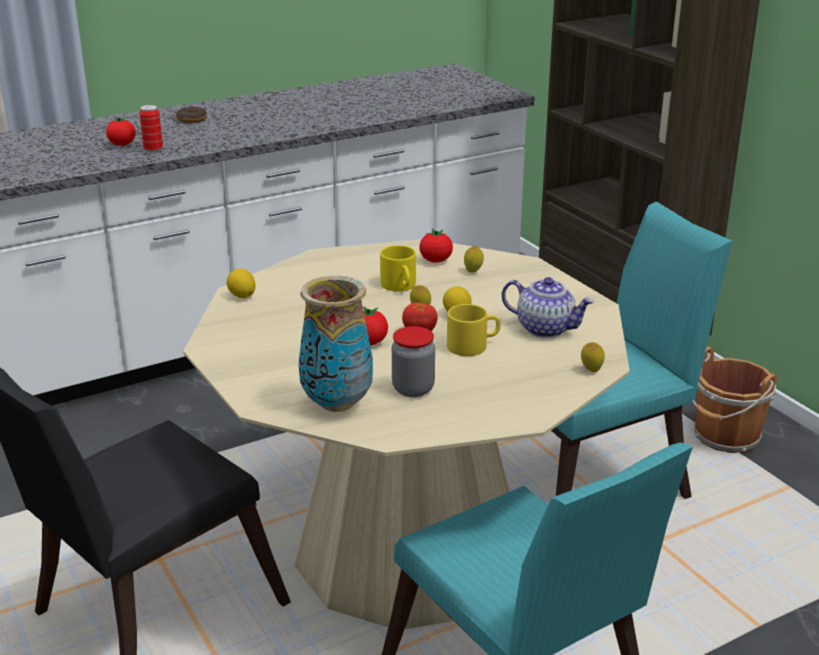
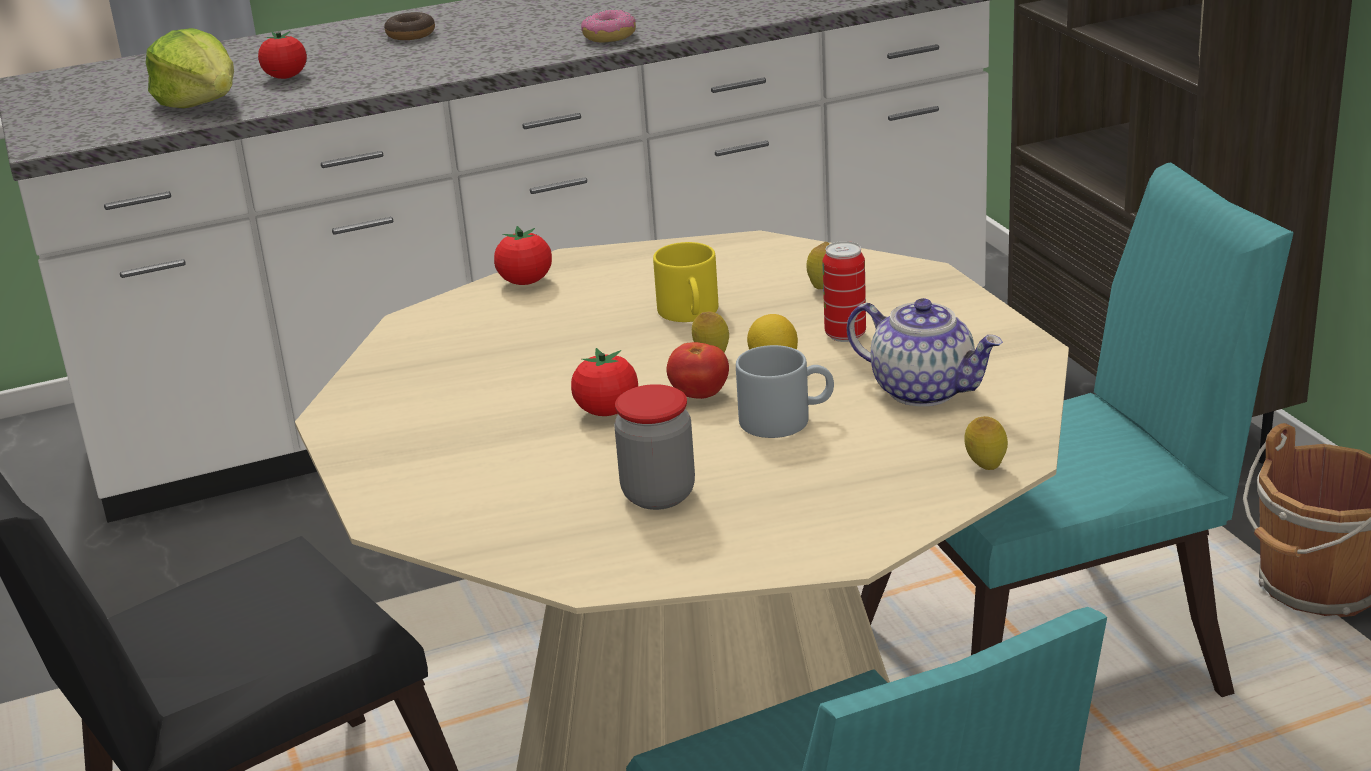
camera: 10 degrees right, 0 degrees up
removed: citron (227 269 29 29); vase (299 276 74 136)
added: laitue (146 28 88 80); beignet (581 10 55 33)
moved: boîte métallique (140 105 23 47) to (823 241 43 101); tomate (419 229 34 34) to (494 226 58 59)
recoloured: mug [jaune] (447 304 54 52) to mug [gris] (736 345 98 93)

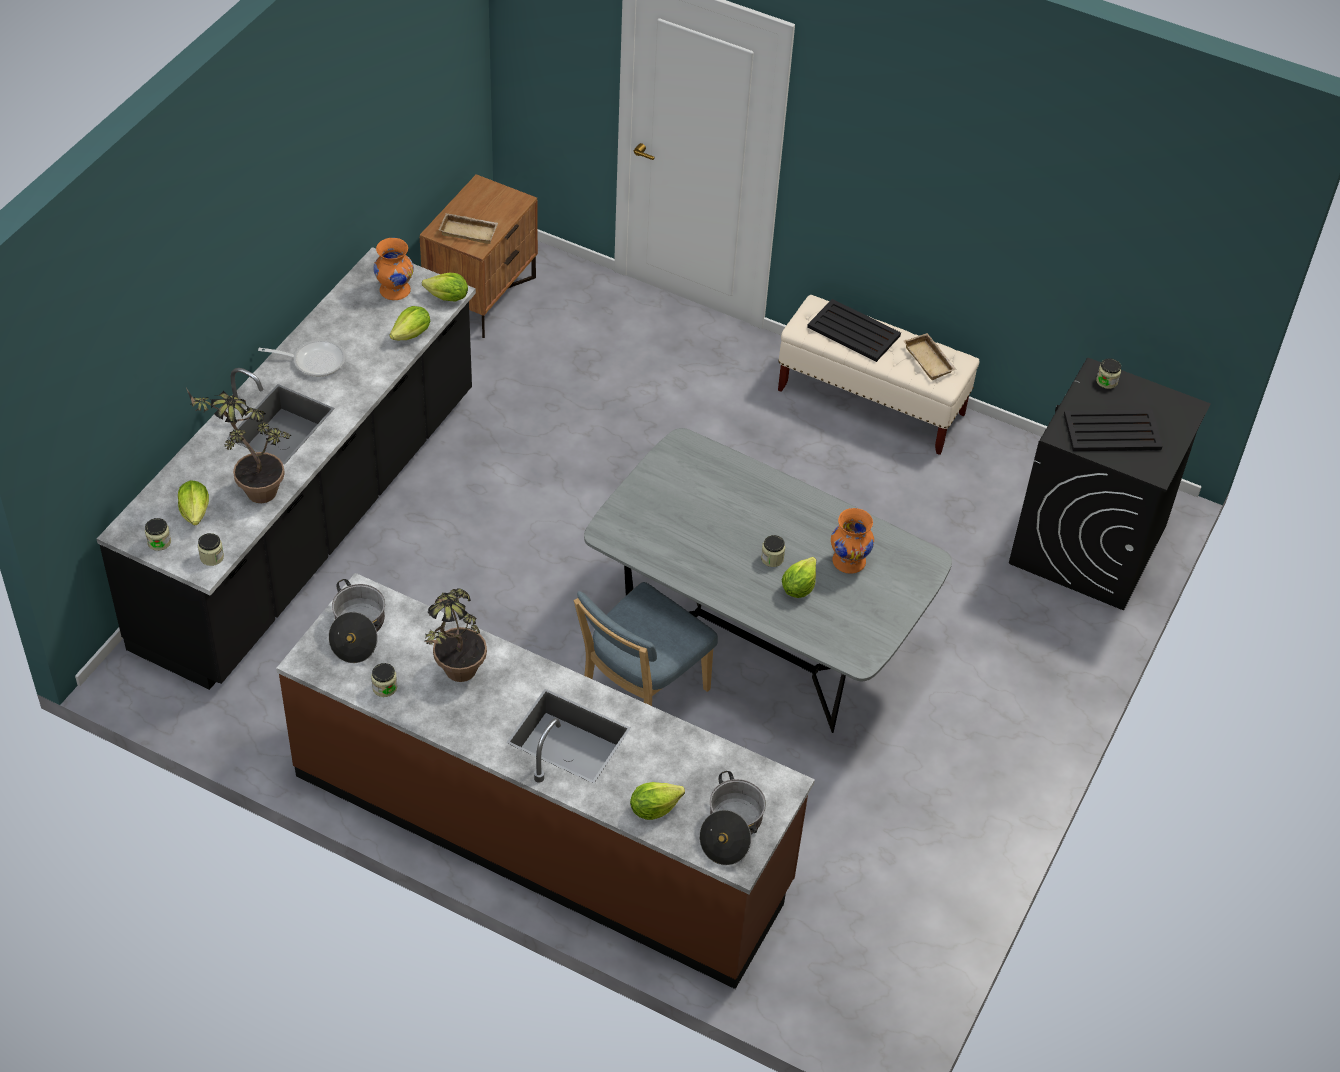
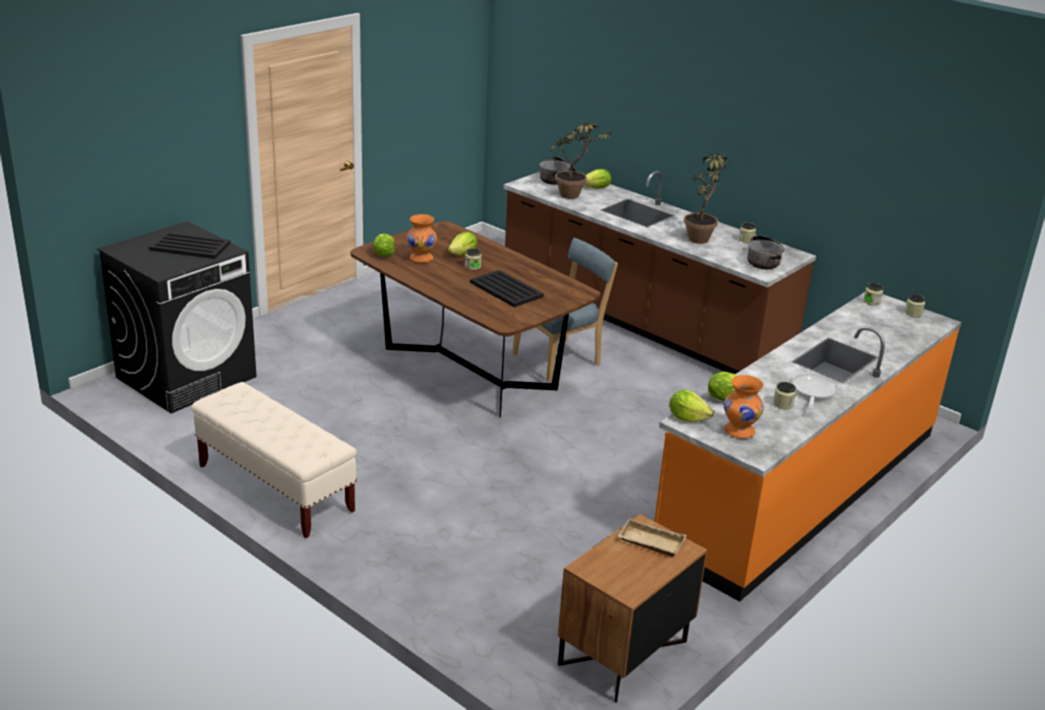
camera: 165 degrees left, 20 degrees down
removed: plateau [beige] (904 333 53 47)
moved: laitue (178 481 31 45) to (373 234 22 23); plante en pot (186 388 105 115) to (550 123 63 76); plateau [noir] (807 299 94 63) to (470 270 74 37); bocal (1096 358 25 31) to (773 382 23 28)
recoloured: comptoir de cuisine [noir] (97 247 379 443) to comptoir de cuisine [orange] (654 292 307 310); table à manger [gris] (584 428 368 305) to table à manger [marron] (351 221 249 196)
turned: poêle (258 339 87 38) = (792 374 47 35) 90 degrees clockwise

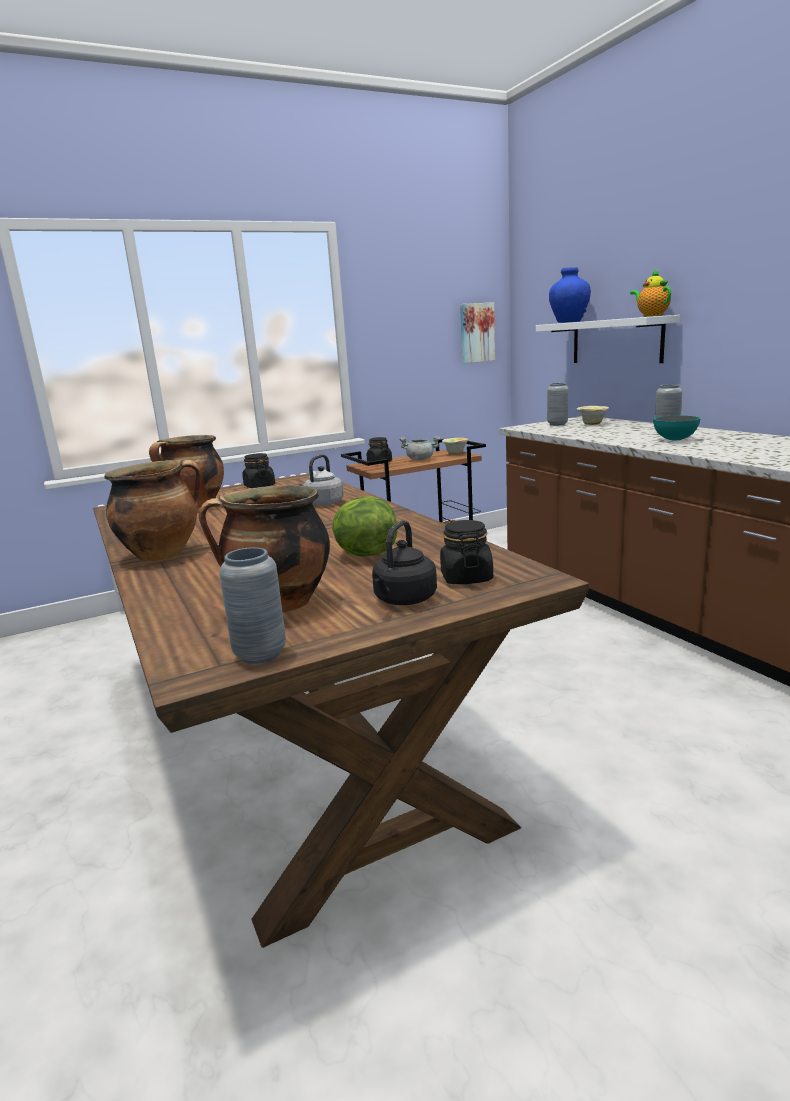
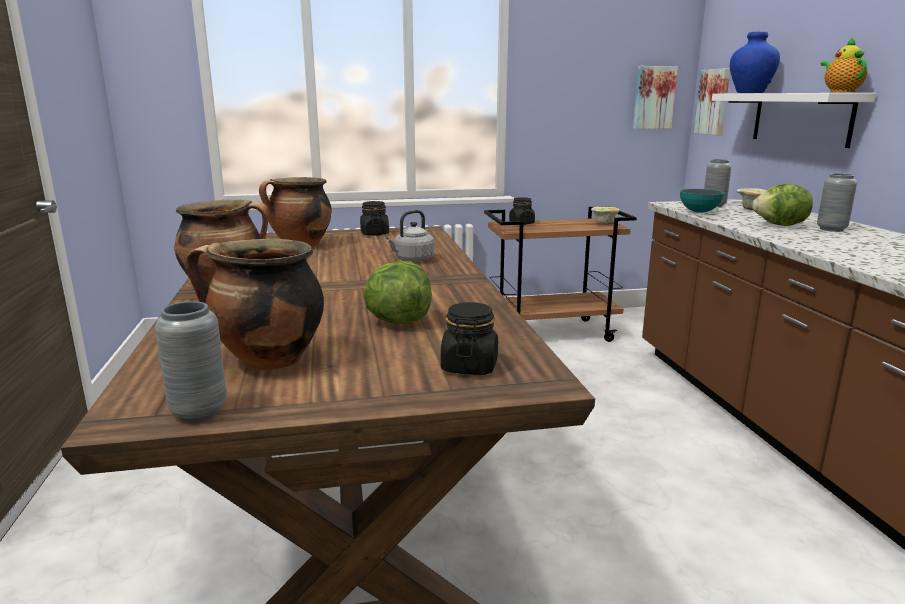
camera: 15 degrees right, 0 degrees up
removed: bouilloire [noir] (372 520 65 85); marmite [gris] (399 436 41 24)
added: tableau (694 68 36 67); laitue (752 184 61 42)
moved: bol (653 415 48 25) to (680 189 44 24)

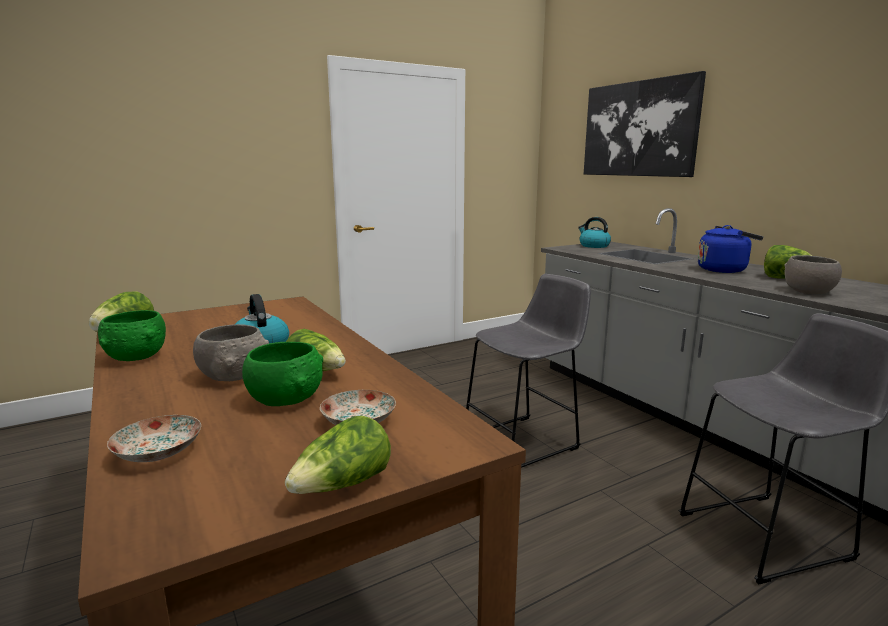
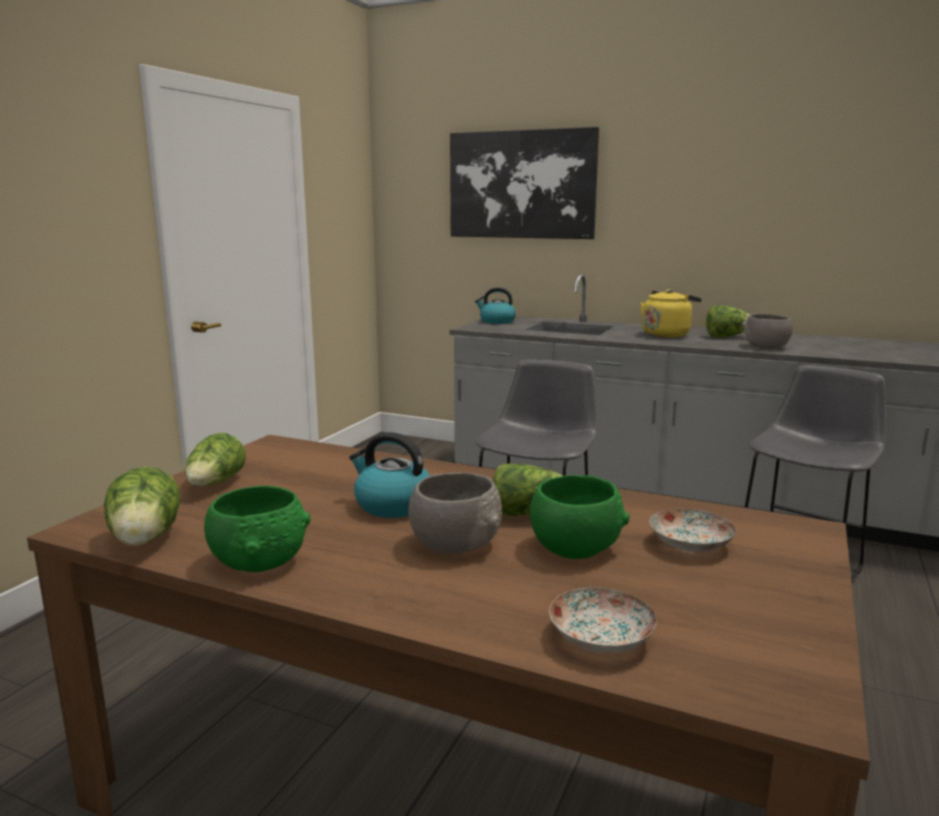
camera: 35 degrees left, 0 degrees up
moved: laitue (285 416 106 78) to (185 433 61 53)
recoloured: bouilloire [bleu] (698 225 66 48) to bouilloire [jaune] (640 289 62 49)

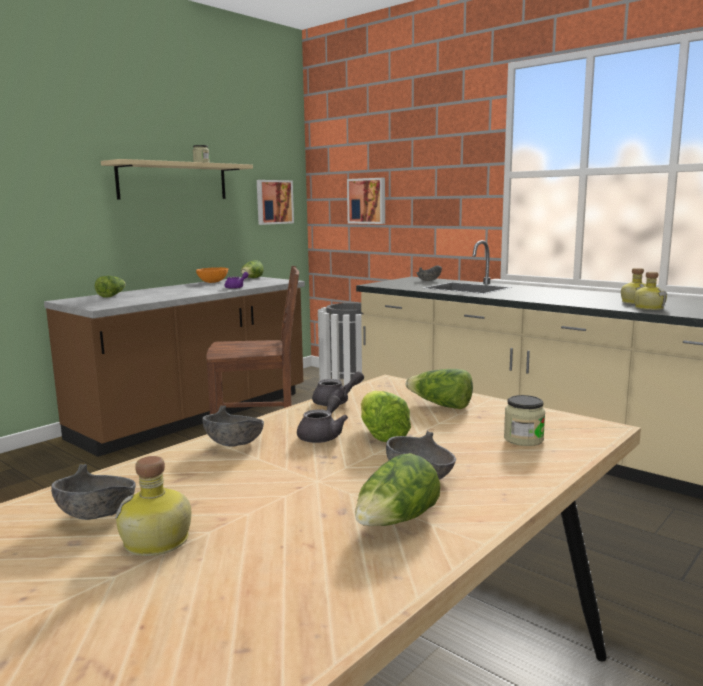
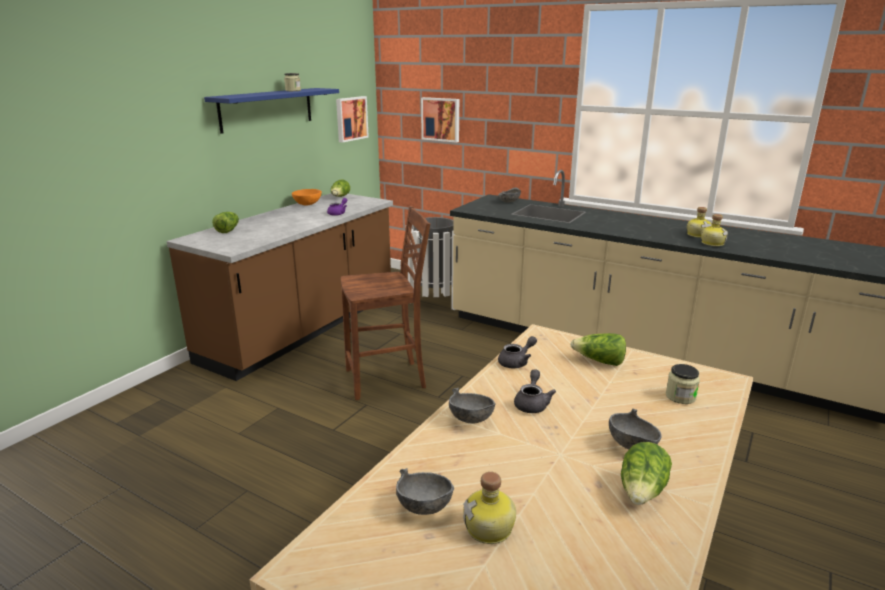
camera: 10 degrees left, 10 degrees up
removed: laitue (361 391 50 51)
recoloured: étagère [beige] (101 159 152 40) to étagère [bleu] (204 88 135 46)

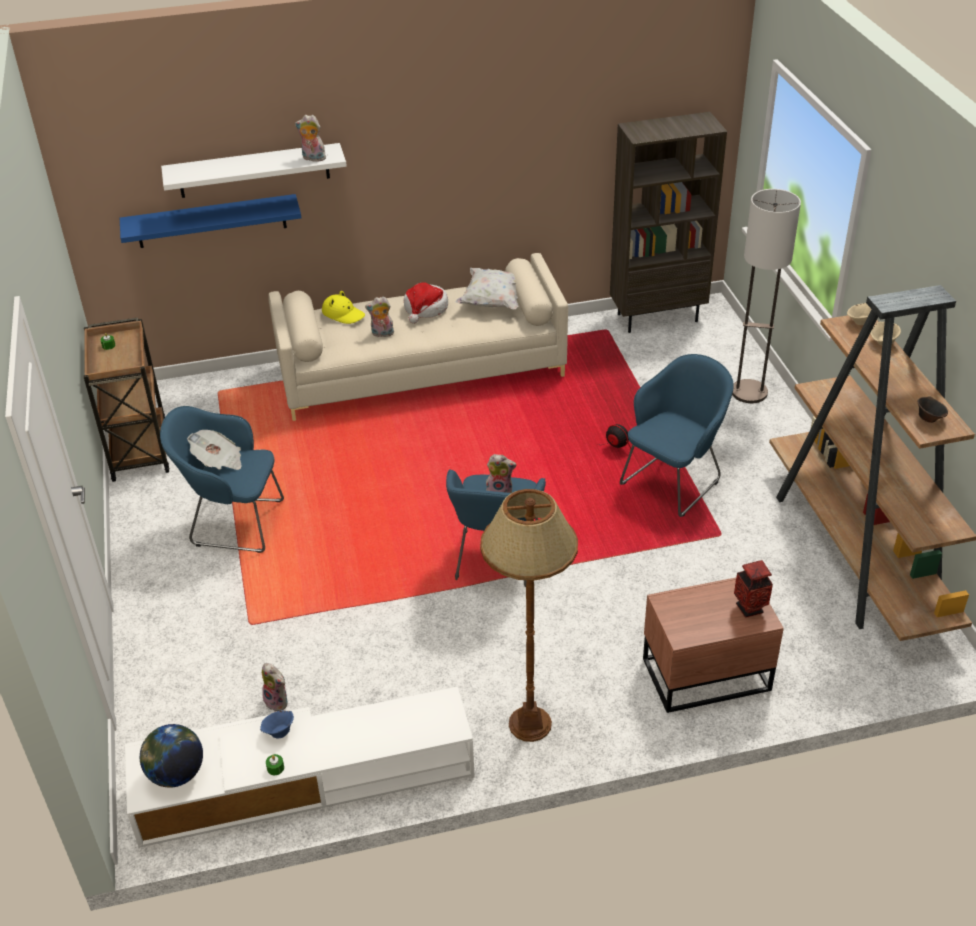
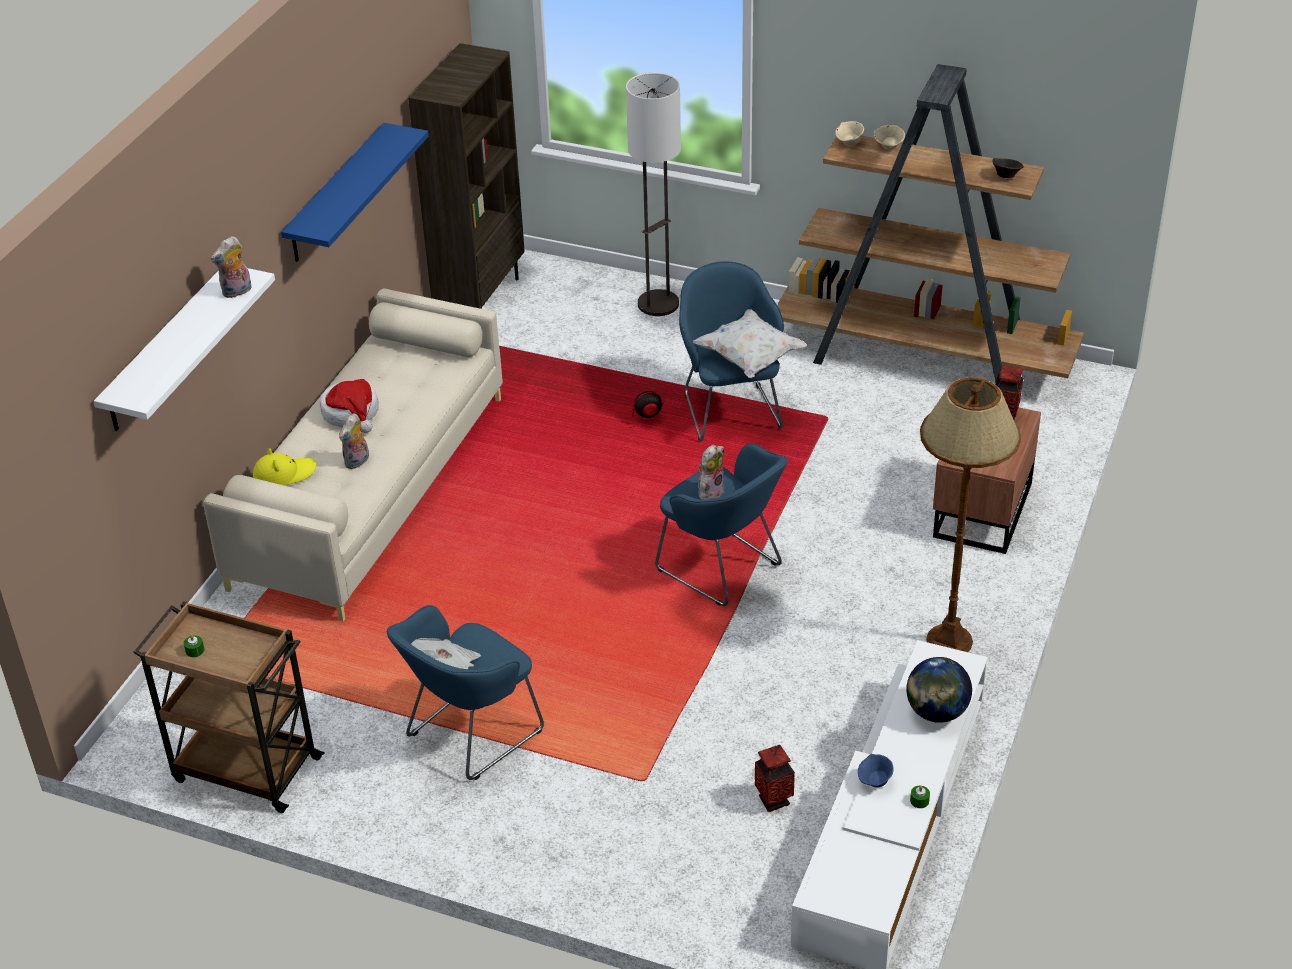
camera: 55 degrees left, 0 degrees up
moved: étagère [bleu] (120 194 181 54) to (281 123 148 139); globe (140 724 63 63) to (906 657 66 66); coussin [blanc] (455 268 63 41) to (693 309 114 69)
replaced: peluche (260 663 28 49) to vase (755 745 40 67)

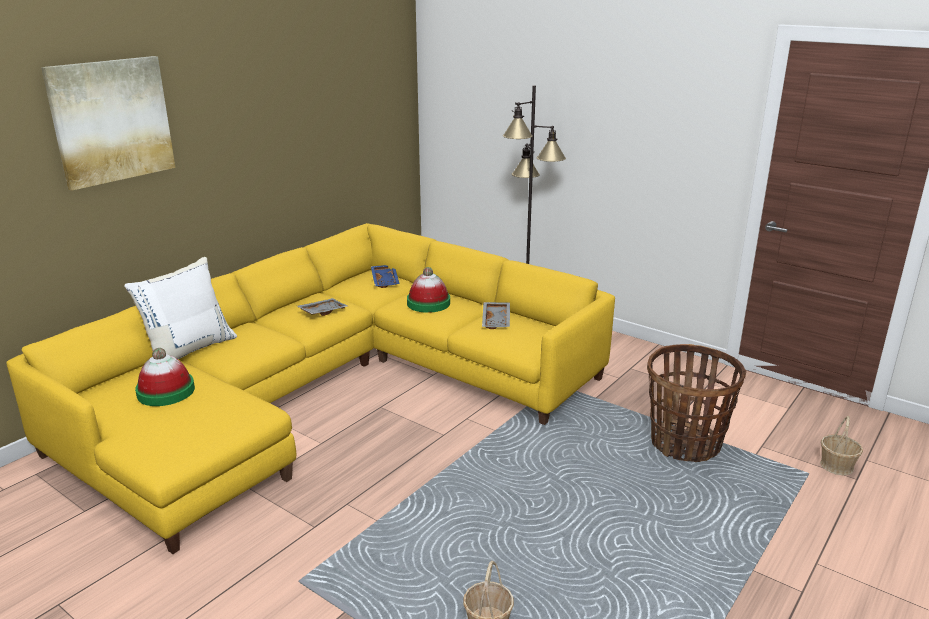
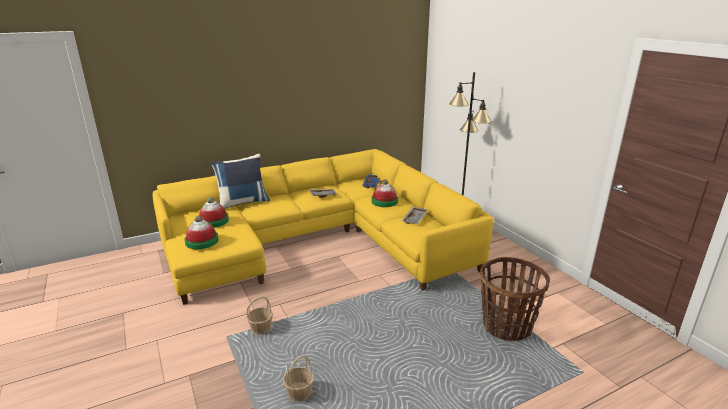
camera: 25 degrees right, 0 degrees up
removed: tableau (41 56 134 135)
added: chapeau (185 216 34 33)
moved: panier (820 416 43 59) to (247 297 26 38)
recoloured: coussin [blanc] (124 257 113 102) to coussin [bleu] (210 154 60 55)

